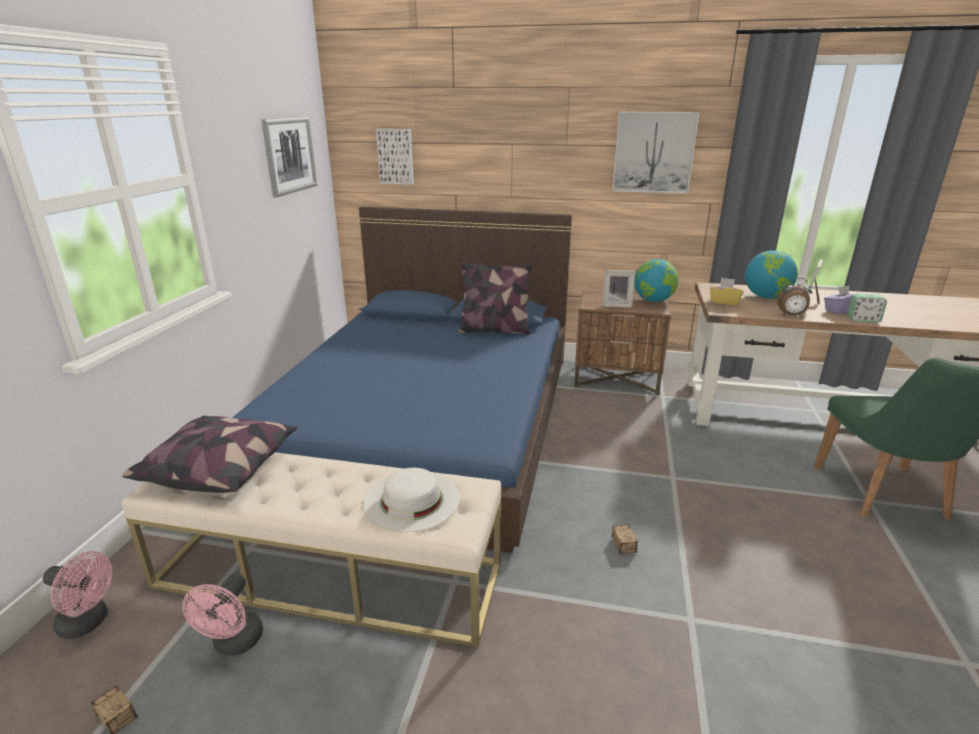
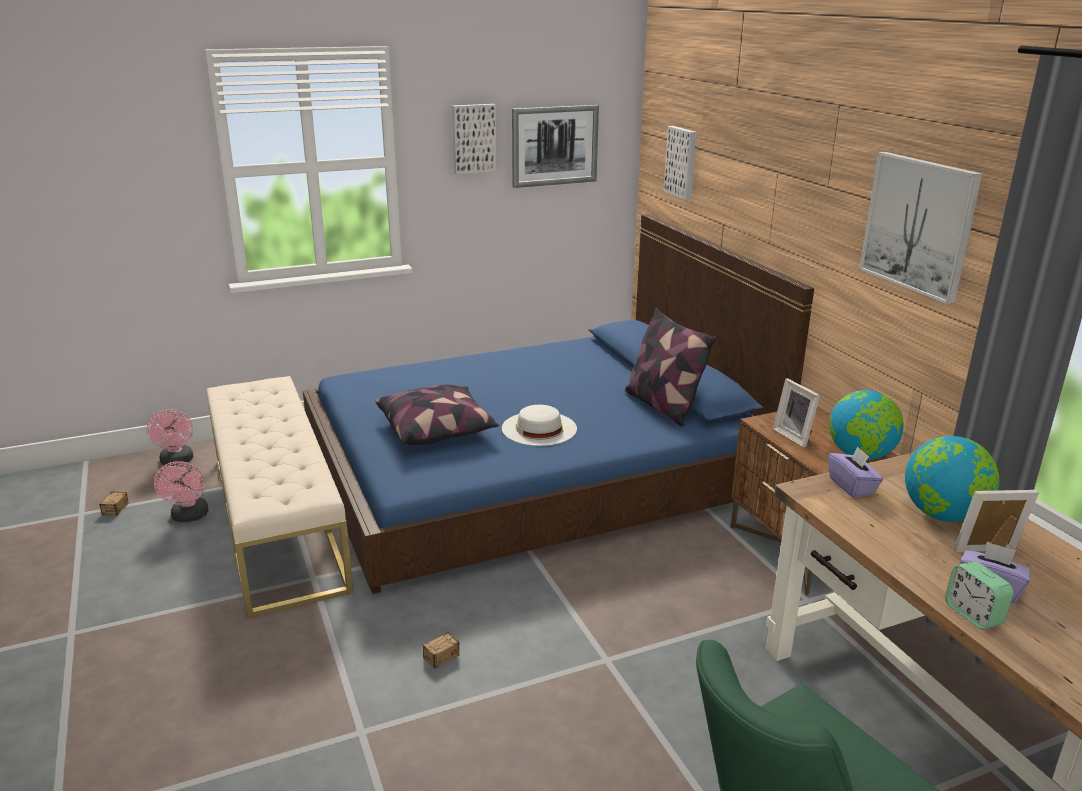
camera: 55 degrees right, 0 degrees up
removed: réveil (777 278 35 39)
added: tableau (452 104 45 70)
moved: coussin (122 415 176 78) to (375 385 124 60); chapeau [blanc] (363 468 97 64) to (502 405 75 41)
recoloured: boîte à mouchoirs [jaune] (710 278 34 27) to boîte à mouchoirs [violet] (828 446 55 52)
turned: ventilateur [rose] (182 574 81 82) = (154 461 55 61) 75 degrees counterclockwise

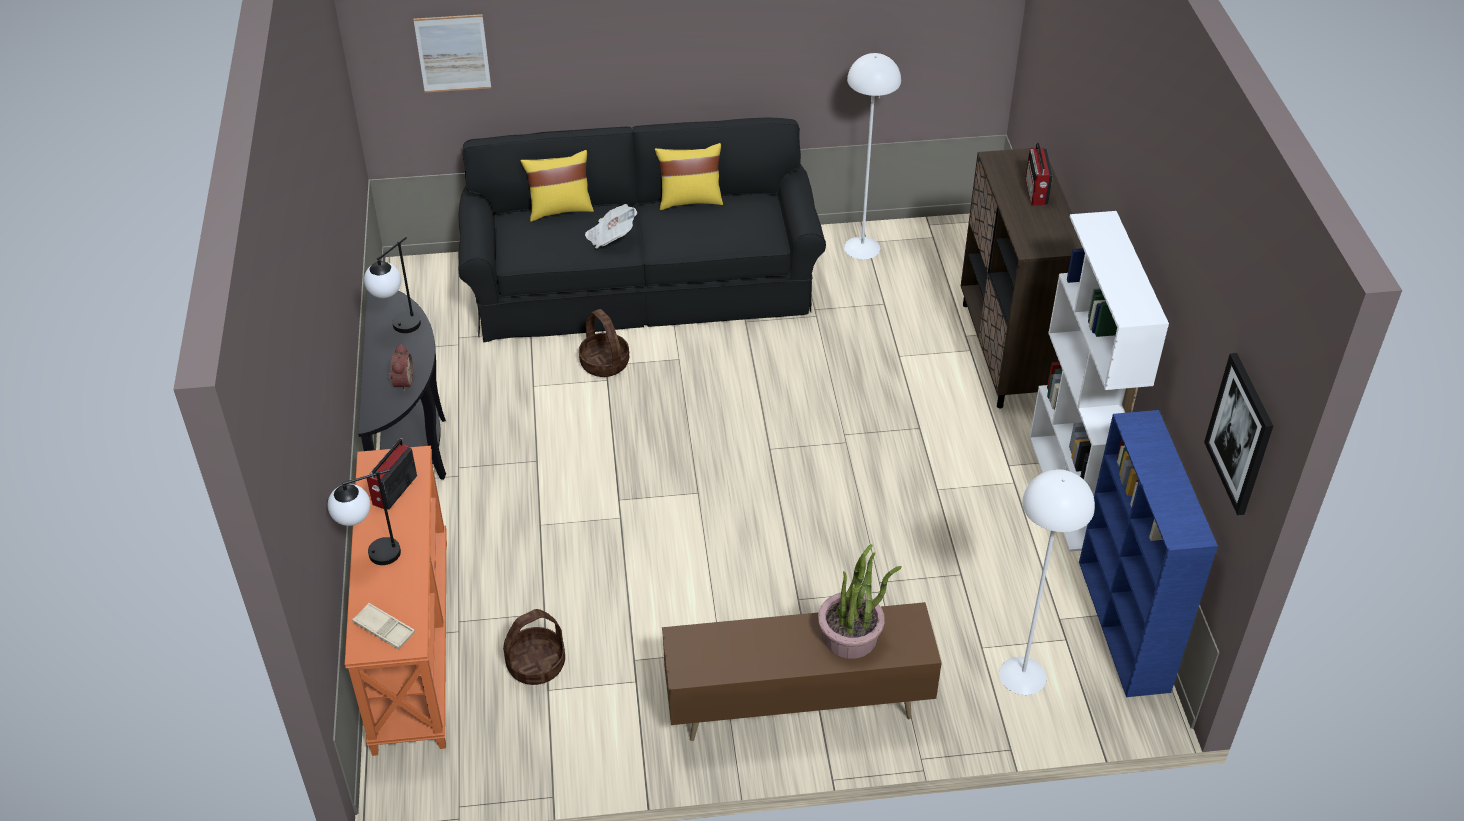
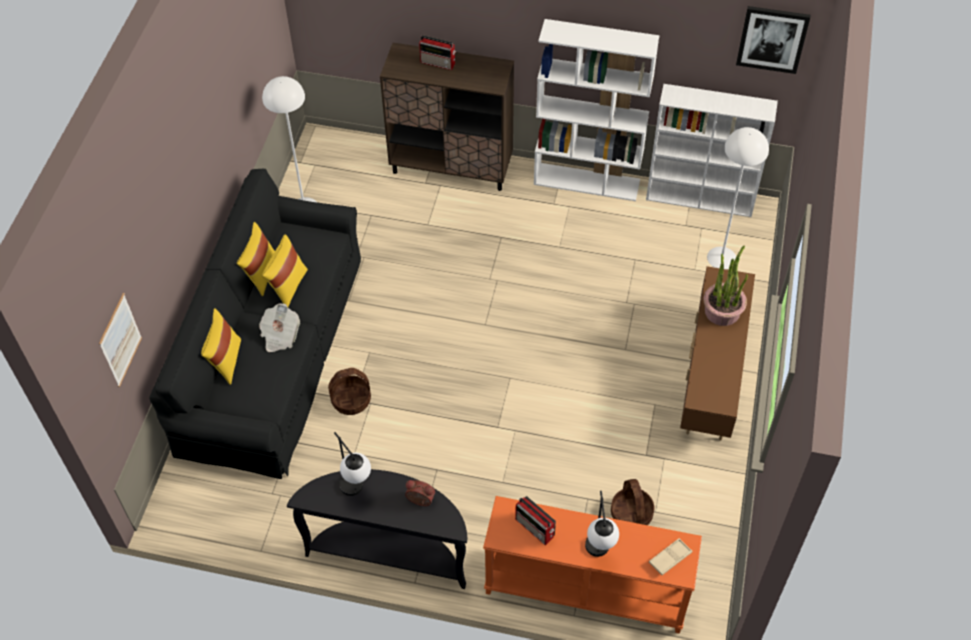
camera: 70 degrees left, 10 degrees up
added: coussin [jaune] (262 234 46 73)
recoloured: bibliothèque [bleu] (1079 410 139 287) to bibliothèque [blanc] (646 84 132 133)

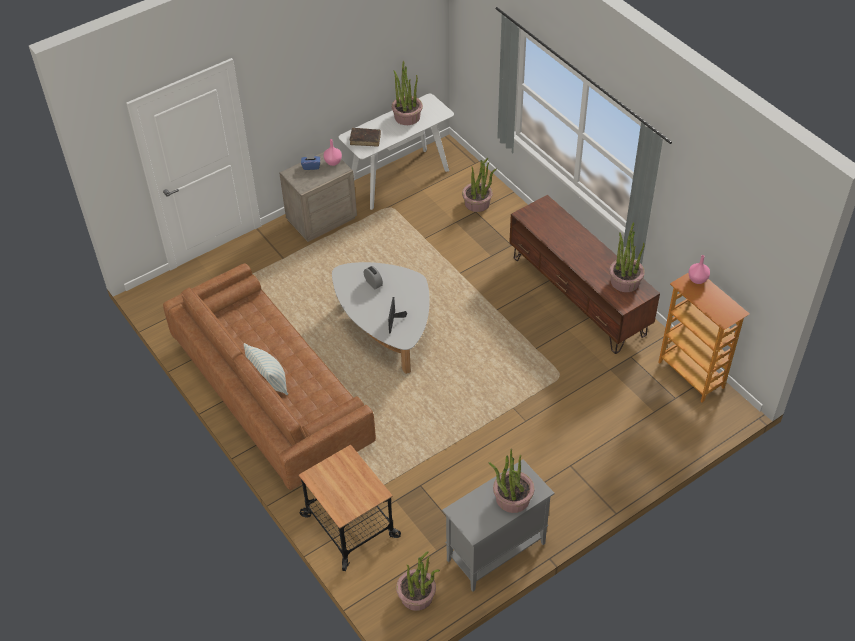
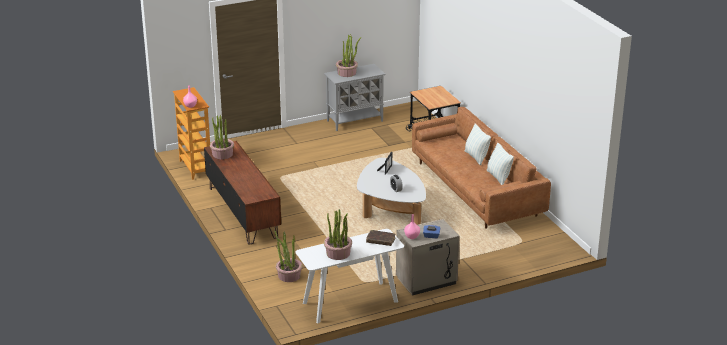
camera: 170 degrees left, 20 degrees down
removed: plante en pot (396 551 44 60)
added: coussin (487 143 27 42)

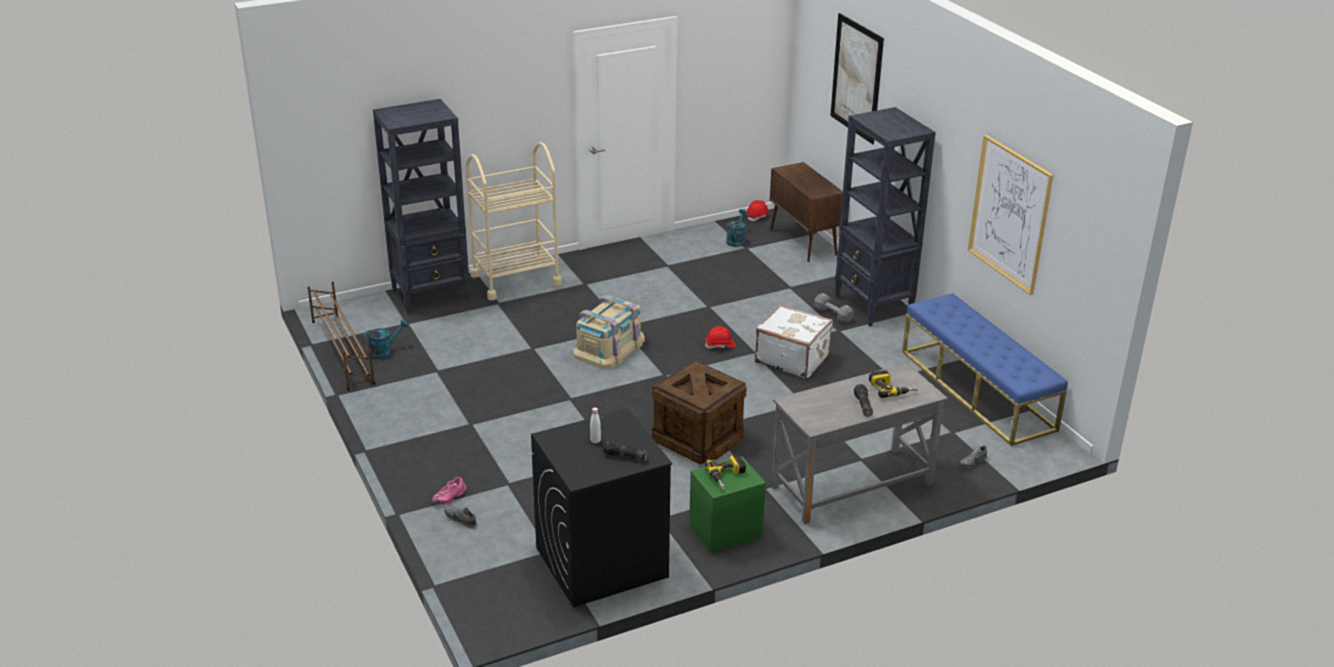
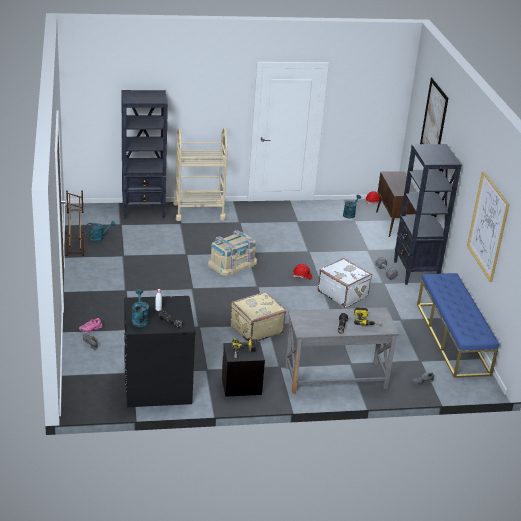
camera: 15 degrees right, 0 degrees up
added: arrosoir [turquoise] (132 289 17 38)
replaced: caisse (652 362 95 103) to valise [beige] (230 291 56 51)
recoloured: table de chevet [vert] (689 456 77 97) to table de chevet [noir] (222 342 43 55)

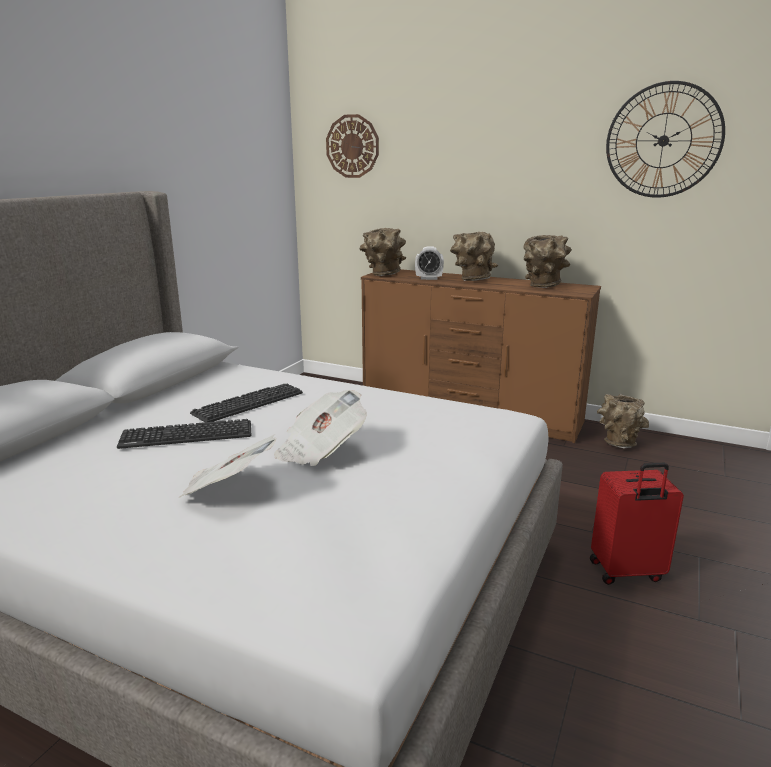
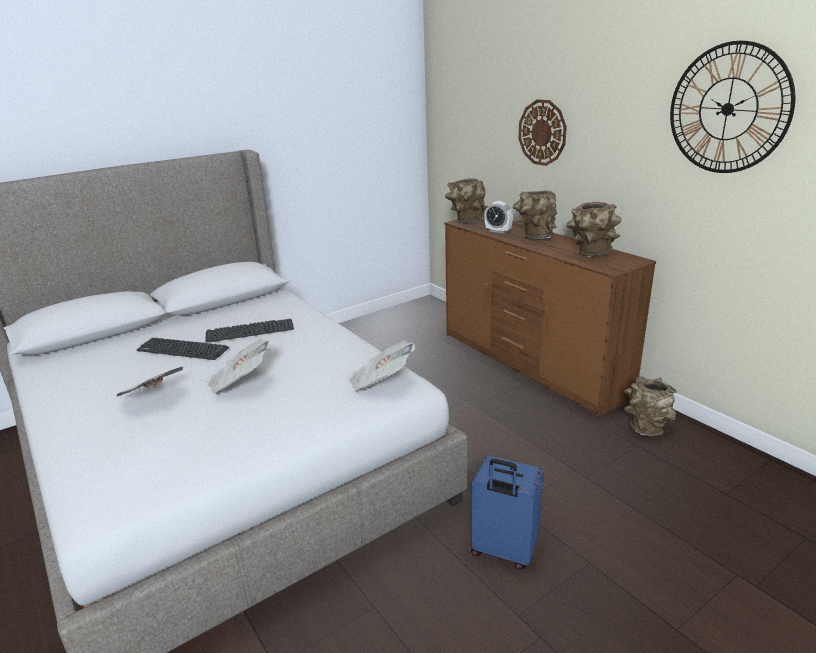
camera: 30 degrees right, 5 degrees up
added: journal (348 340 67 52)
moved: horloge murale (326 114 53 64) to (518 99 49 67)
recoloured: valise [rouge] (590 463 94 122) to valise [bleu] (471 456 73 113)

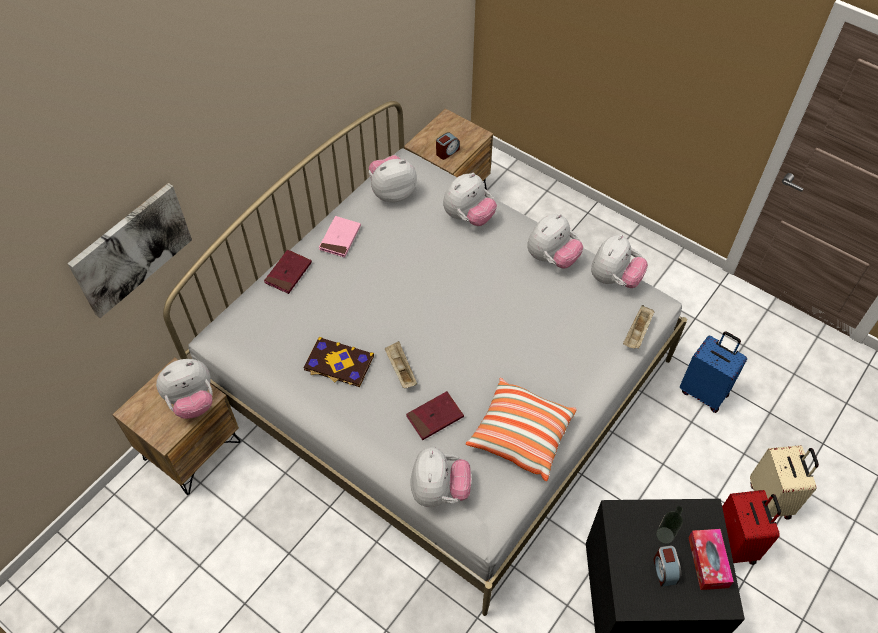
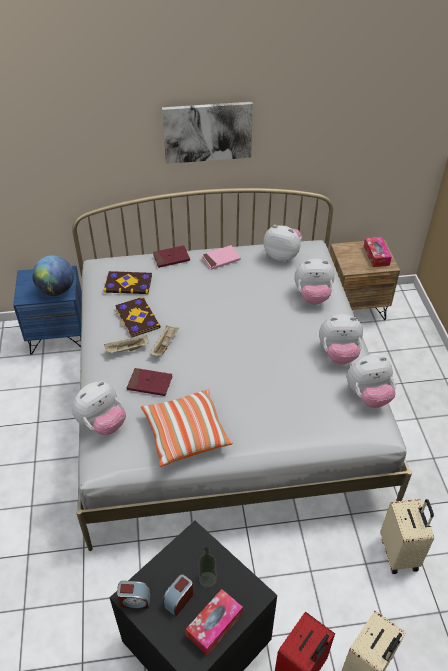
camera: 45 degrees right, 10 degrees down
added: livre (104 271 48 23); boîte à mouchoirs (364 237 28 30)
moved: tableau (67 183 125 135) to (162 102 91 62); réveil (436 132 24 28) to (117 581 33 28); plateau [beige] (623 305 31 44) to (104 335 45 19)
replaced: peluche (156 359 57 60) to globe (32 255 42 41)
recoloured: table de chevet [marron] (113 357 128 138) to table de chevet [bleu] (13 266 69 89); valise [bleu] (680 331 67 82) to valise [beige] (380 499 54 75)

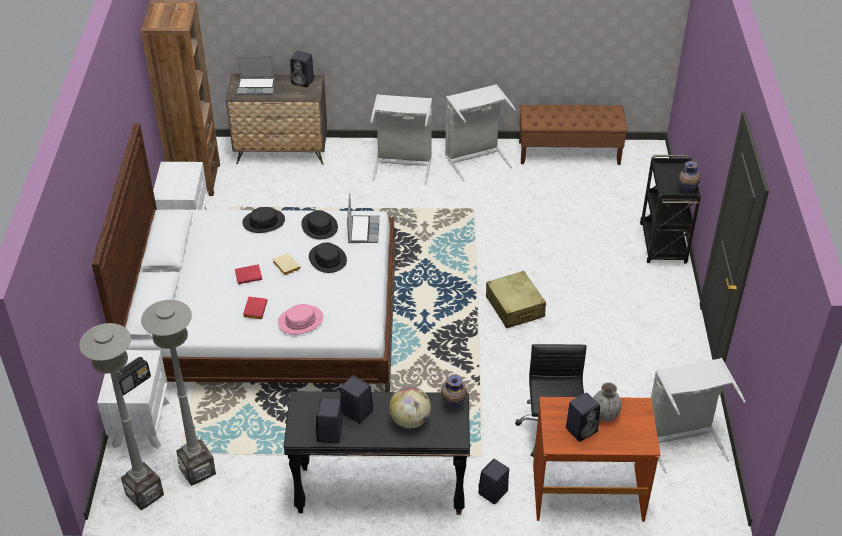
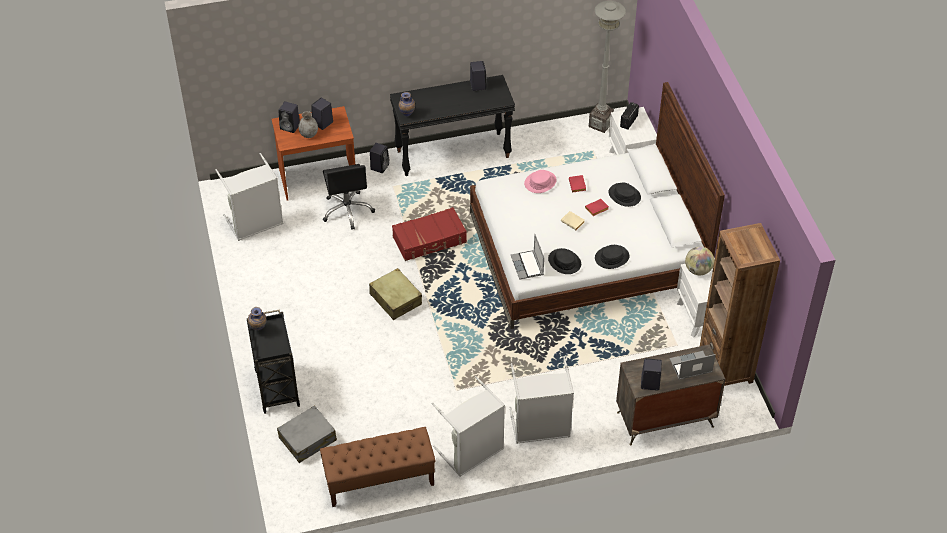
camera: 165 degrees right, 5 degrees up
removed: lampadaire [gris] (141 300 75 186)
added: valise [gris] (277 405 60 58); valise [rouge] (392 207 75 54)
moved: chapeau [noir] (309 242 38 31) to (609 183 32 24); enceinte [noir] (340 375 33 49) to (279 101 21 32); globe (389 387 42 42) to (685 247 29 28)

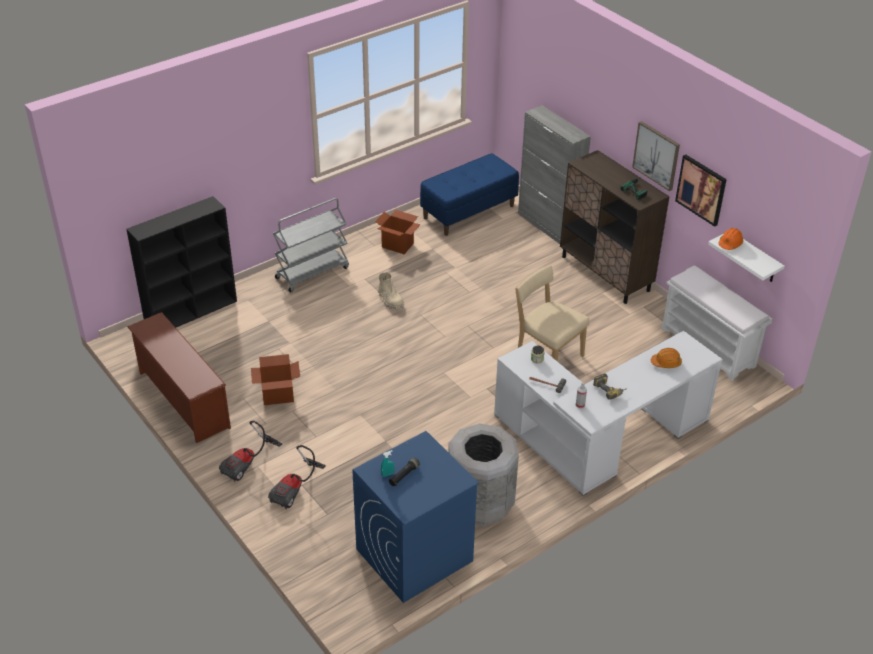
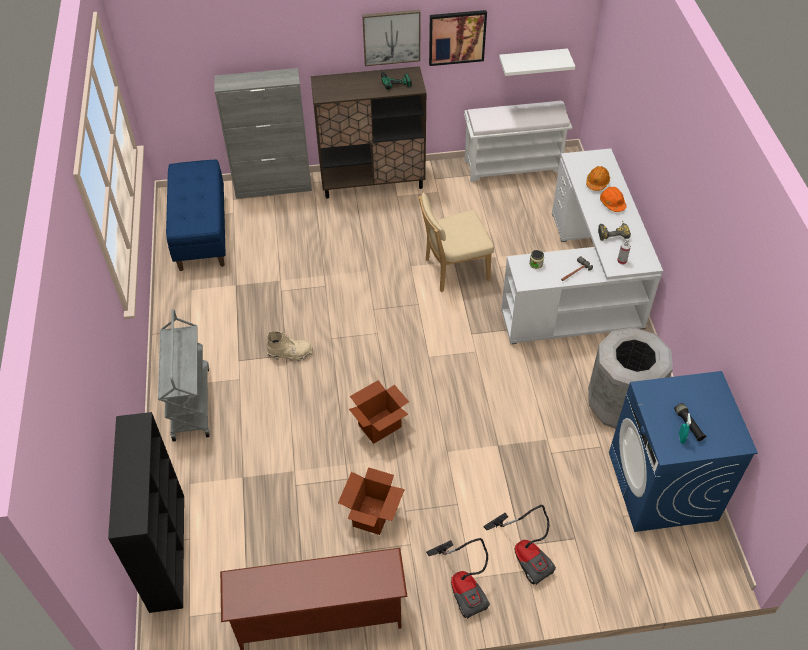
camera: 60 degrees left, 10 degrees up
moved: carton (375 210 46 44) to (349 380 60 64); casque de chantier [orange] (718 228 26 22) to (600 187 26 25)

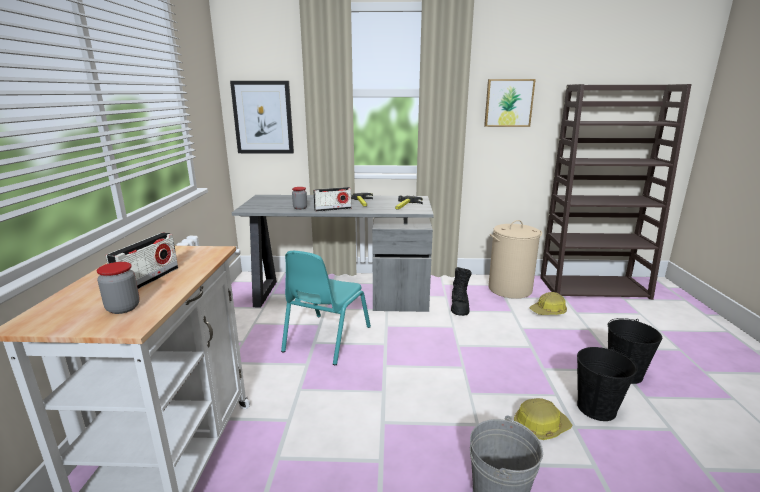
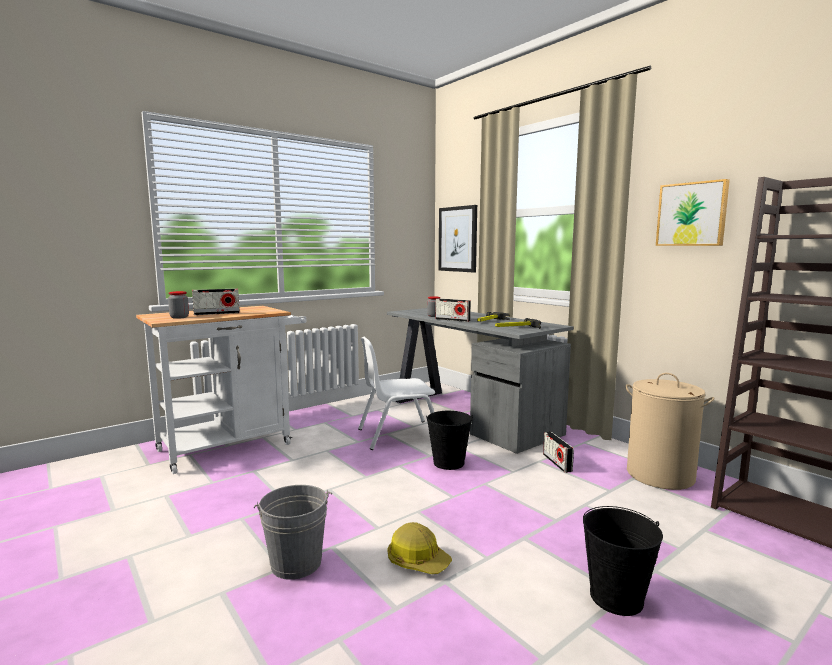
camera: 50 degrees right, 10 degrees down
removed: casque de chantier (530 292 37 23)
moved: seau [noir] (577 347 61 74) to (426 411 47 59)
replaced: botte [noir] (451 267 21 49) to radio (543 432 31 41)
recoloured: chaise [turquoise] (281 251 90 114) to chaise [blanc] (358 337 77 113)

